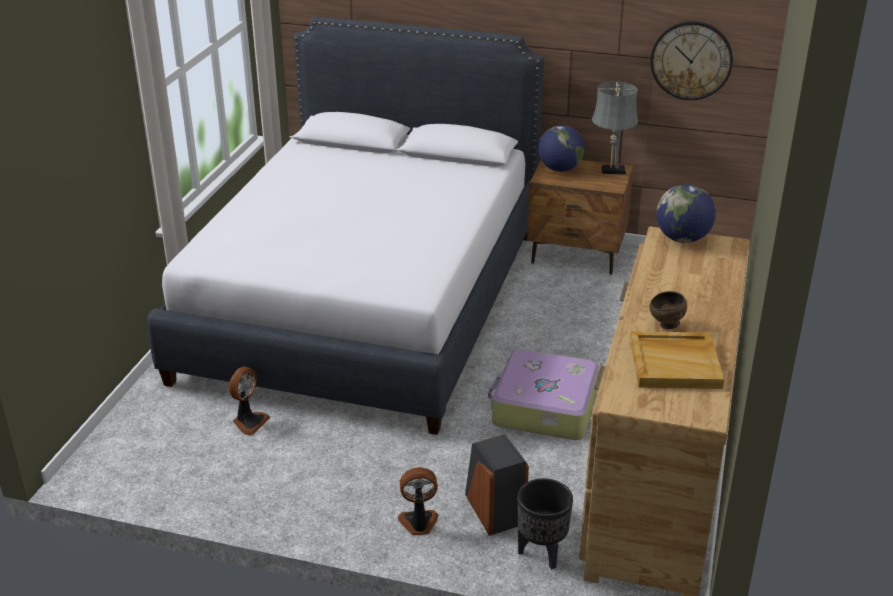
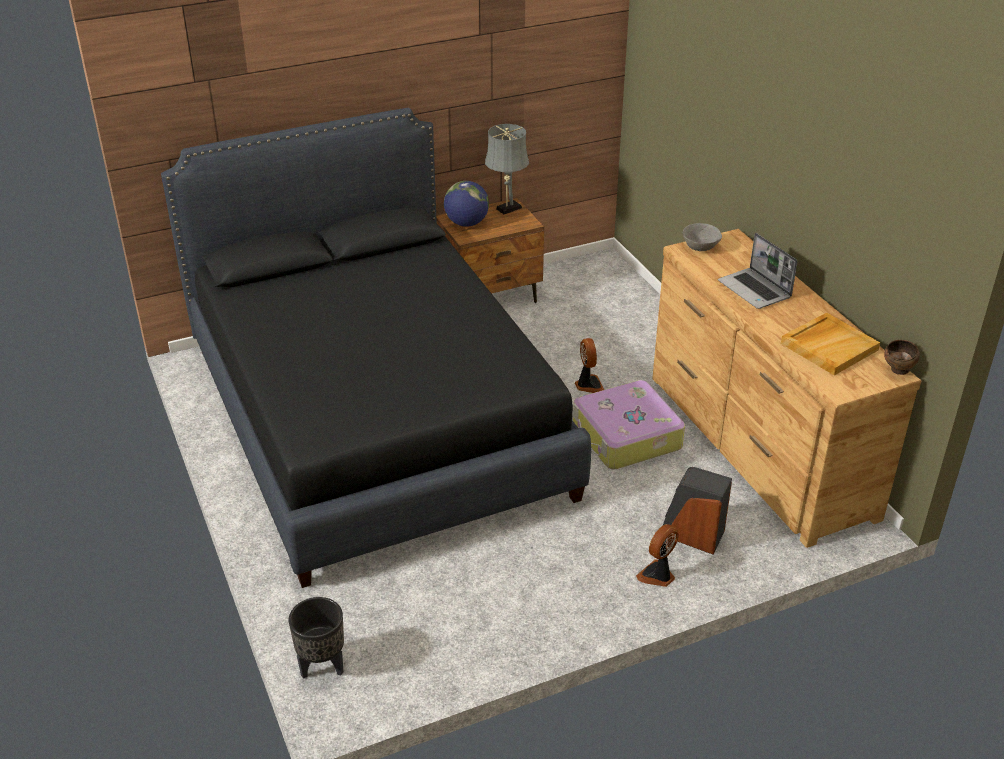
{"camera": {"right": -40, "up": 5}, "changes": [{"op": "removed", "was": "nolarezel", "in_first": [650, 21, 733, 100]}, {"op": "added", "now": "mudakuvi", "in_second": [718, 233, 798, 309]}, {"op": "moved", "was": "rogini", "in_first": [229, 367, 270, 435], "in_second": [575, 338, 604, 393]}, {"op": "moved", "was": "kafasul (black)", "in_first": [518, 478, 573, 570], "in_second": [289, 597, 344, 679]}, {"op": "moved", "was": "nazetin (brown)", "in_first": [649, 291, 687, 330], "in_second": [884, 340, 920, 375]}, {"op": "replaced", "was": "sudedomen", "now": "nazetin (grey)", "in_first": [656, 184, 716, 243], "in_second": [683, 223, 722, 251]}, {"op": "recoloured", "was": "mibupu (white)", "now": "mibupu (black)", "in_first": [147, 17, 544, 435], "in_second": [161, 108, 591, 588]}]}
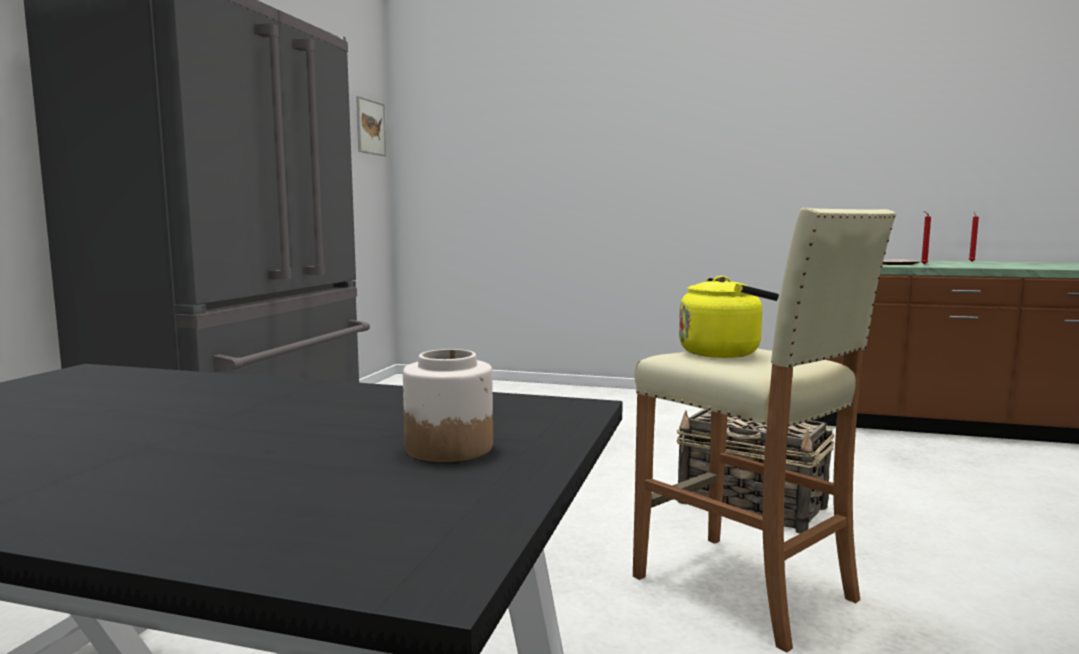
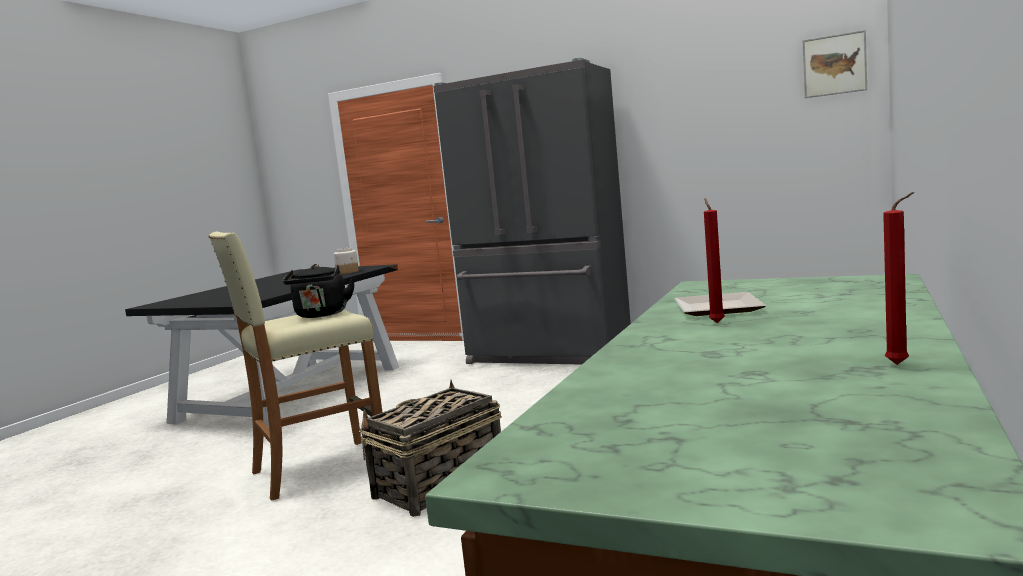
{"camera": {"right": 100, "up": 0}, "changes": [{"op": "moved", "was": "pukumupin", "in_first": [403, 349, 493, 462], "in_second": [334, 248, 359, 274]}, {"op": "recoloured", "was": "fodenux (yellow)", "now": "fodenux (black)", "in_first": [679, 276, 779, 358], "in_second": [283, 264, 355, 318]}]}
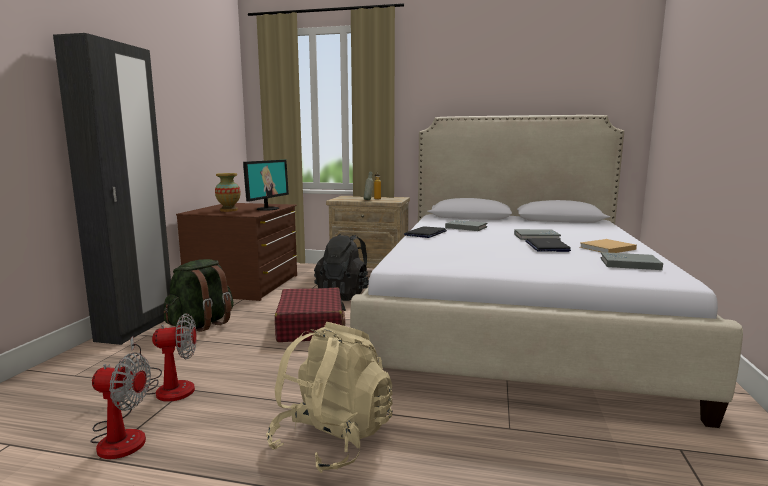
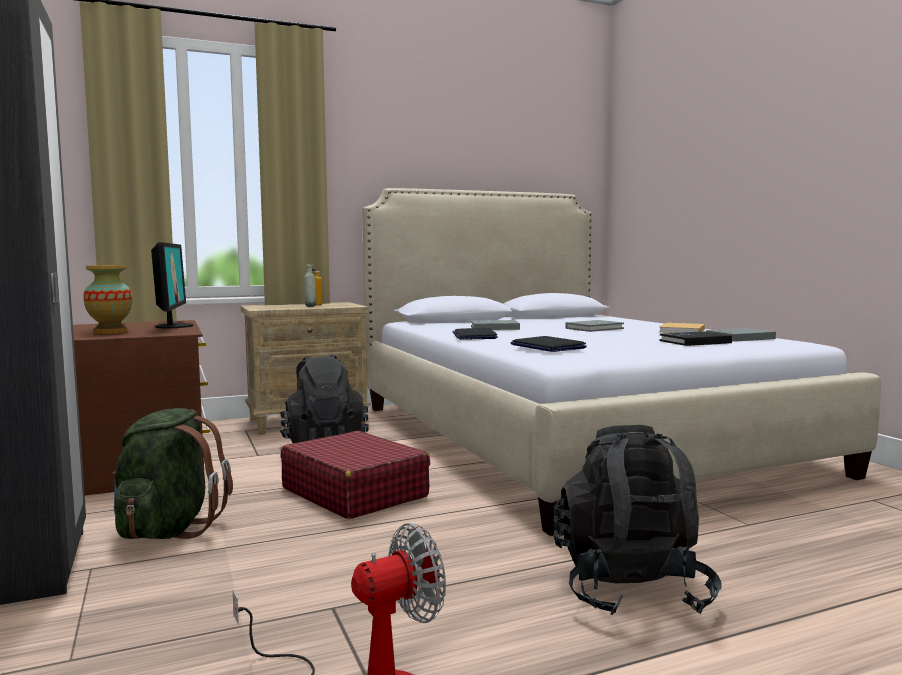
{"camera": {"right": -35, "up": -5}, "changes": [{"op": "removed", "was": "rogini", "in_first": [130, 313, 197, 402]}, {"op": "added", "now": "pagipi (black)", "in_second": [660, 331, 732, 346]}, {"op": "moved", "was": "mudakuvi", "in_first": [525, 238, 571, 252], "in_second": [511, 336, 587, 352]}, {"op": "recoloured", "was": "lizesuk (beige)", "now": "lizesuk (black)", "in_first": [266, 322, 393, 473], "in_second": [553, 425, 721, 615]}]}
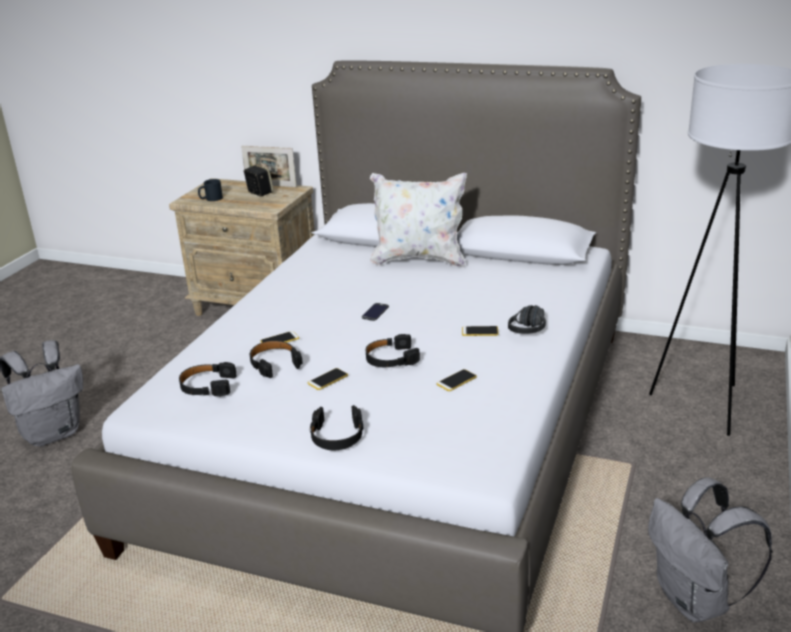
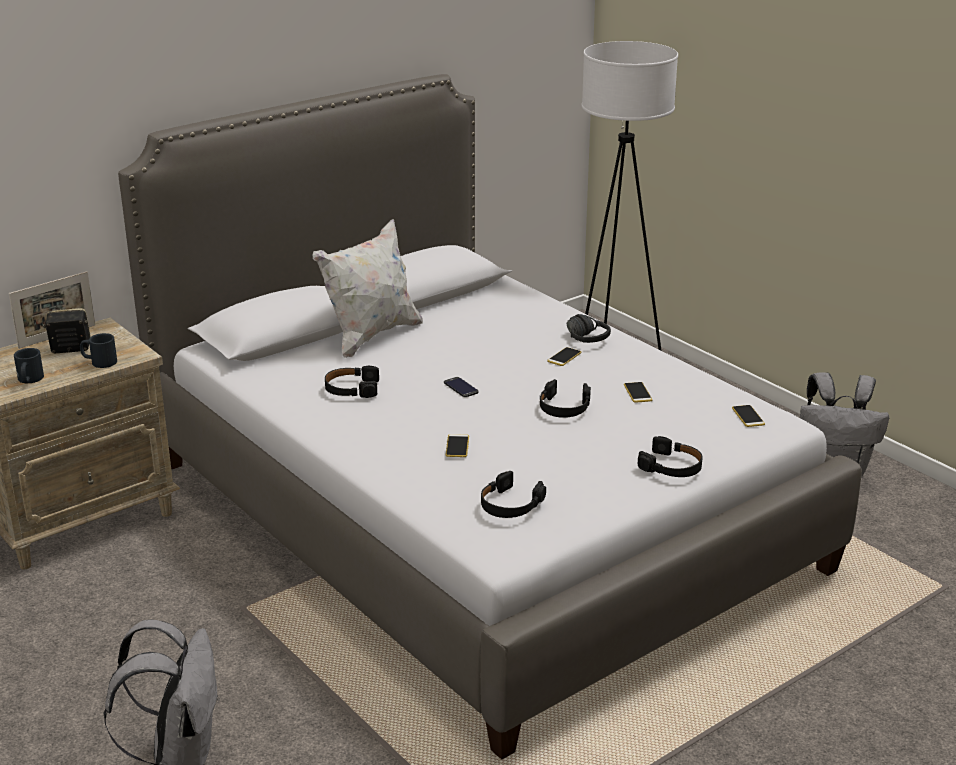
{"camera": {"right": -60, "up": 0}, "changes": [{"op": "added", "now": "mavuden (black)", "in_second": [80, 333, 117, 368]}, {"op": "moved", "was": "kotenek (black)", "in_first": [250, 341, 303, 378], "in_second": [325, 365, 379, 398]}, {"op": "moved", "was": "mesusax", "in_first": [307, 368, 348, 390], "in_second": [732, 405, 765, 427]}]}
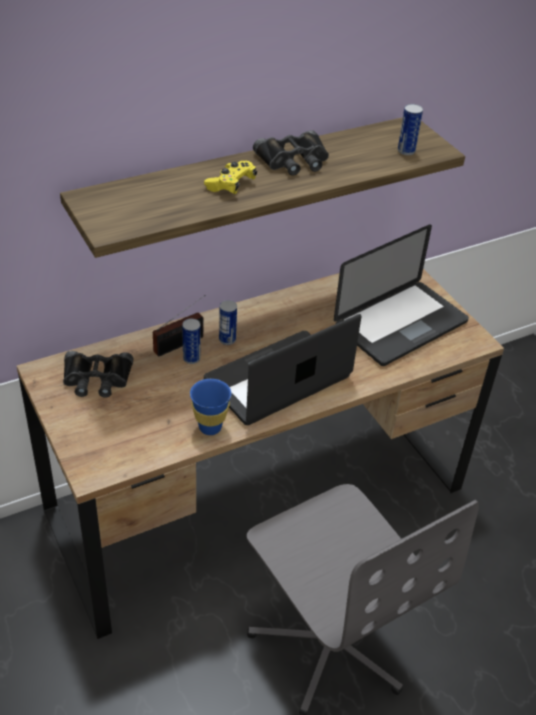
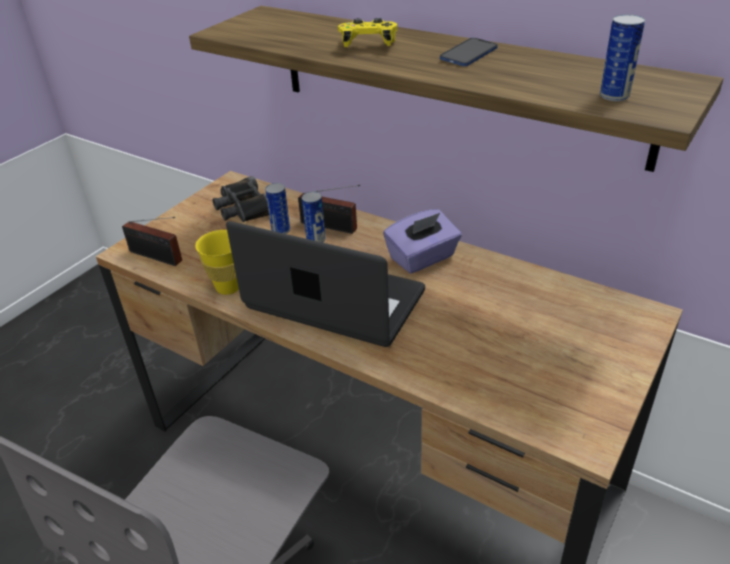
{"camera": {"right": 65, "up": -5}, "changes": [{"op": "removed", "was": "mudakuvi", "in_first": [334, 224, 469, 366]}, {"op": "added", "now": "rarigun", "in_second": [122, 217, 182, 266]}, {"op": "added", "now": "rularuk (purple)", "in_second": [383, 209, 462, 274]}, {"op": "moved", "was": "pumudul", "in_first": [219, 300, 237, 345], "in_second": [265, 183, 290, 234]}, {"op": "replaced", "was": "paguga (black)", "now": "mesusax", "in_first": [253, 130, 329, 176], "in_second": [440, 38, 498, 66]}, {"op": "recoloured", "was": "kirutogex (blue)", "now": "kirutogex (yellow)", "in_first": [190, 379, 231, 435], "in_second": [195, 230, 239, 295]}]}
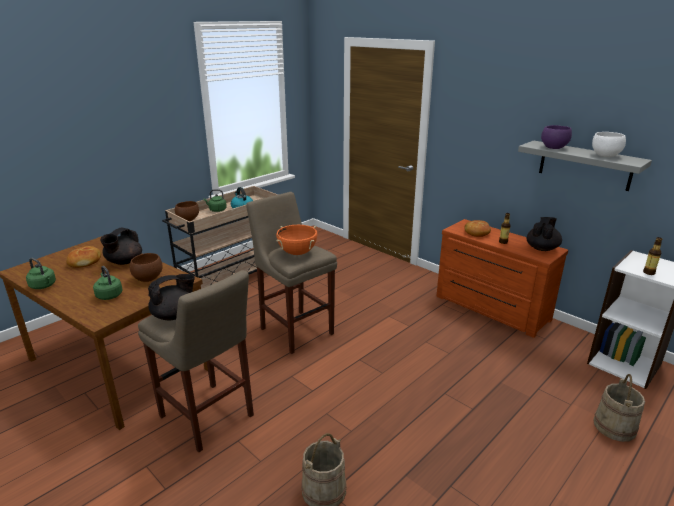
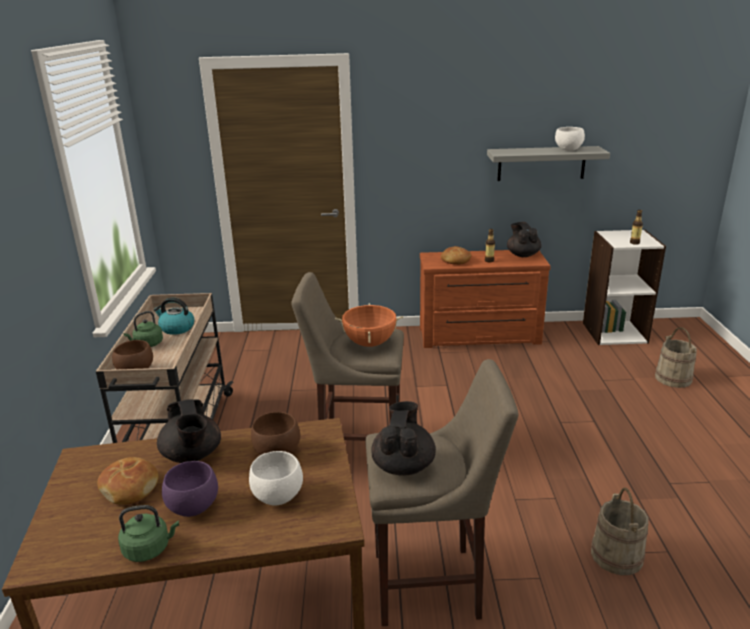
{"camera": {"right": -45, "up": 0}, "changes": [{"op": "moved", "was": "nazetin (purple)", "in_first": [541, 125, 572, 149], "in_second": [162, 461, 218, 517]}, {"op": "replaced", "was": "fodenux (green)", "now": "nazetin (white)", "in_first": [93, 266, 123, 300], "in_second": [249, 451, 303, 505]}]}
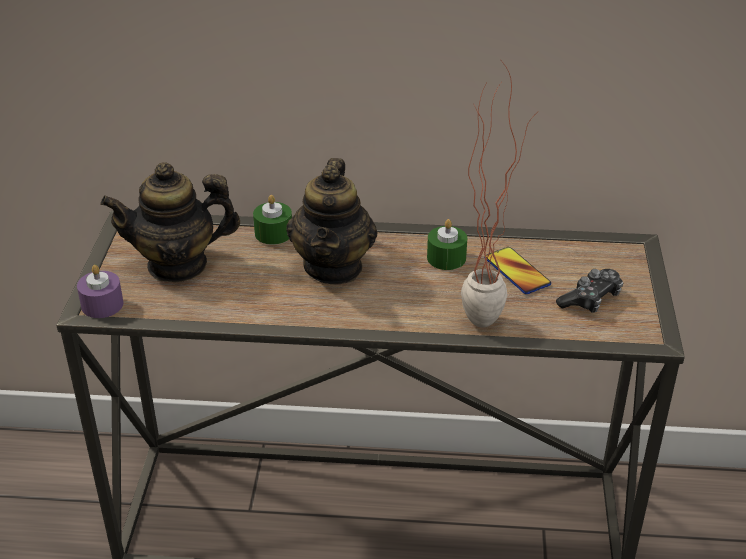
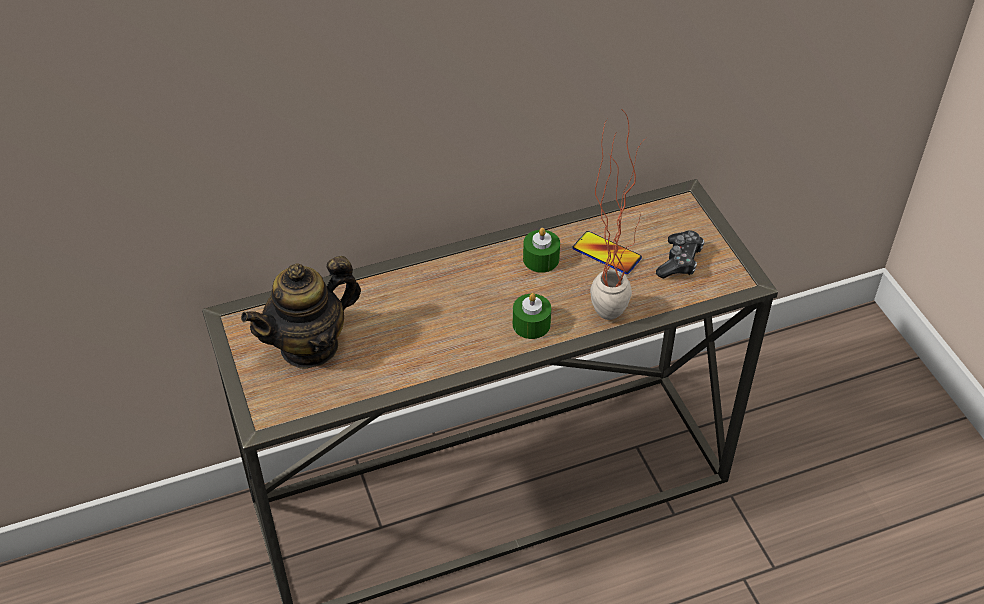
{"camera": {"right": -25, "up": 10}, "changes": [{"op": "removed", "was": "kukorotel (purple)", "in_first": [77, 265, 123, 318]}, {"op": "removed", "was": "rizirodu", "in_first": [286, 158, 377, 284]}, {"op": "moved", "was": "kukorotel (green)", "in_first": [253, 195, 292, 245], "in_second": [513, 293, 551, 339]}]}
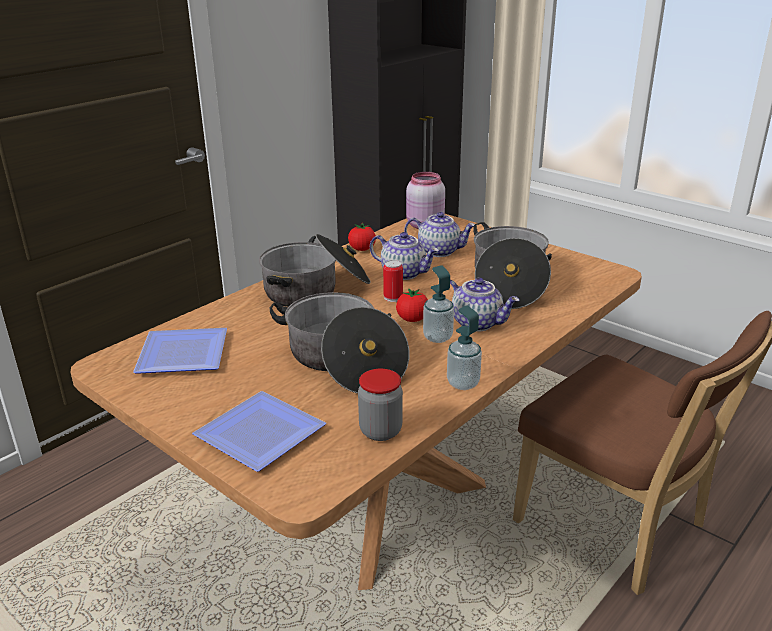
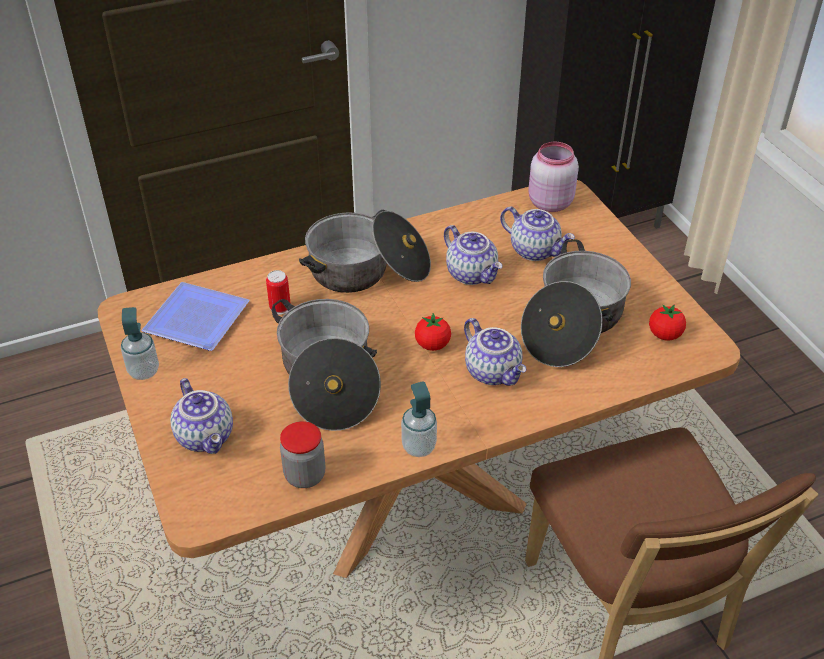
{"camera": {"right": 25, "up": 15}, "changes": [{"op": "moved", "was": "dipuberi", "in_first": [348, 223, 376, 251], "in_second": [649, 304, 686, 341]}, {"op": "moved", "was": "pumudul", "in_first": [383, 260, 403, 302], "in_second": [266, 270, 290, 315]}, {"op": "moved", "was": "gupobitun", "in_first": [423, 265, 454, 343], "in_second": [121, 307, 159, 380]}, {"op": "replaced", "was": "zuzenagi", "now": "rizirodu", "in_first": [192, 391, 326, 472], "in_second": [170, 378, 233, 454]}]}
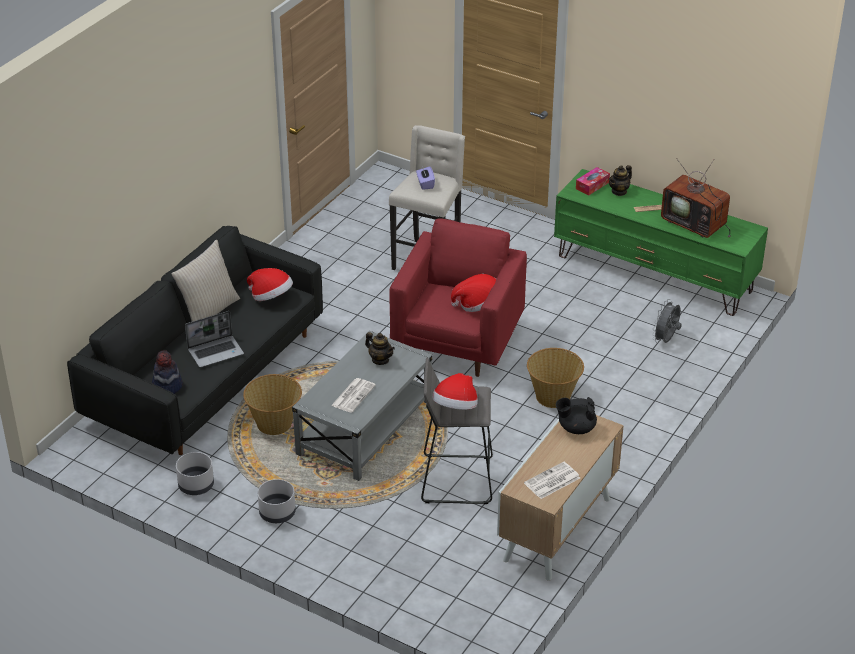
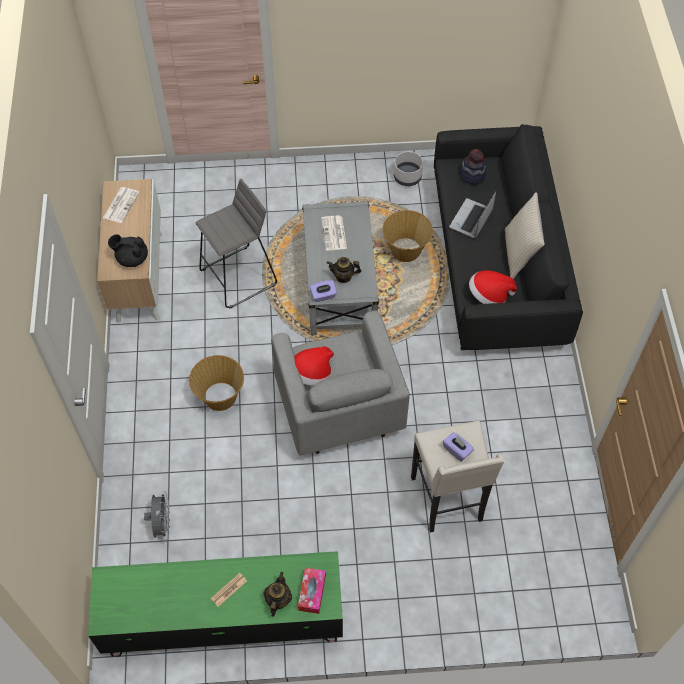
{"camera": {"right": 145, "up": 20}, "changes": [{"op": "removed", "was": "kafasul (grey)", "in_first": [258, 479, 296, 523]}, {"op": "removed", "was": "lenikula", "in_first": [432, 373, 478, 410]}, {"op": "removed", "was": "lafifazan", "in_first": [661, 158, 731, 238]}, {"op": "added", "now": "rularuk (purple)", "in_second": [310, 280, 337, 302]}, {"op": "recoloured", "was": "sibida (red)", "now": "sibida (grey)", "in_first": [389, 218, 527, 377], "in_second": [271, 311, 410, 455]}, {"op": "turned", "was": "rizirodu (black)", "in_first": [556, 397, 597, 434], "in_second": [108, 234, 148, 267], "clockwise": -135}]}
